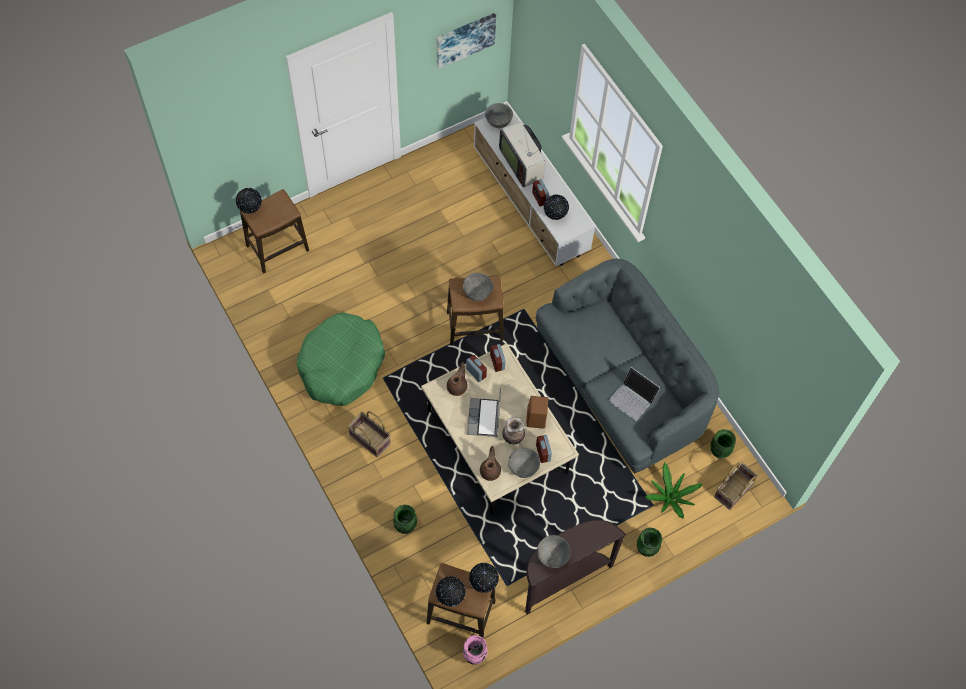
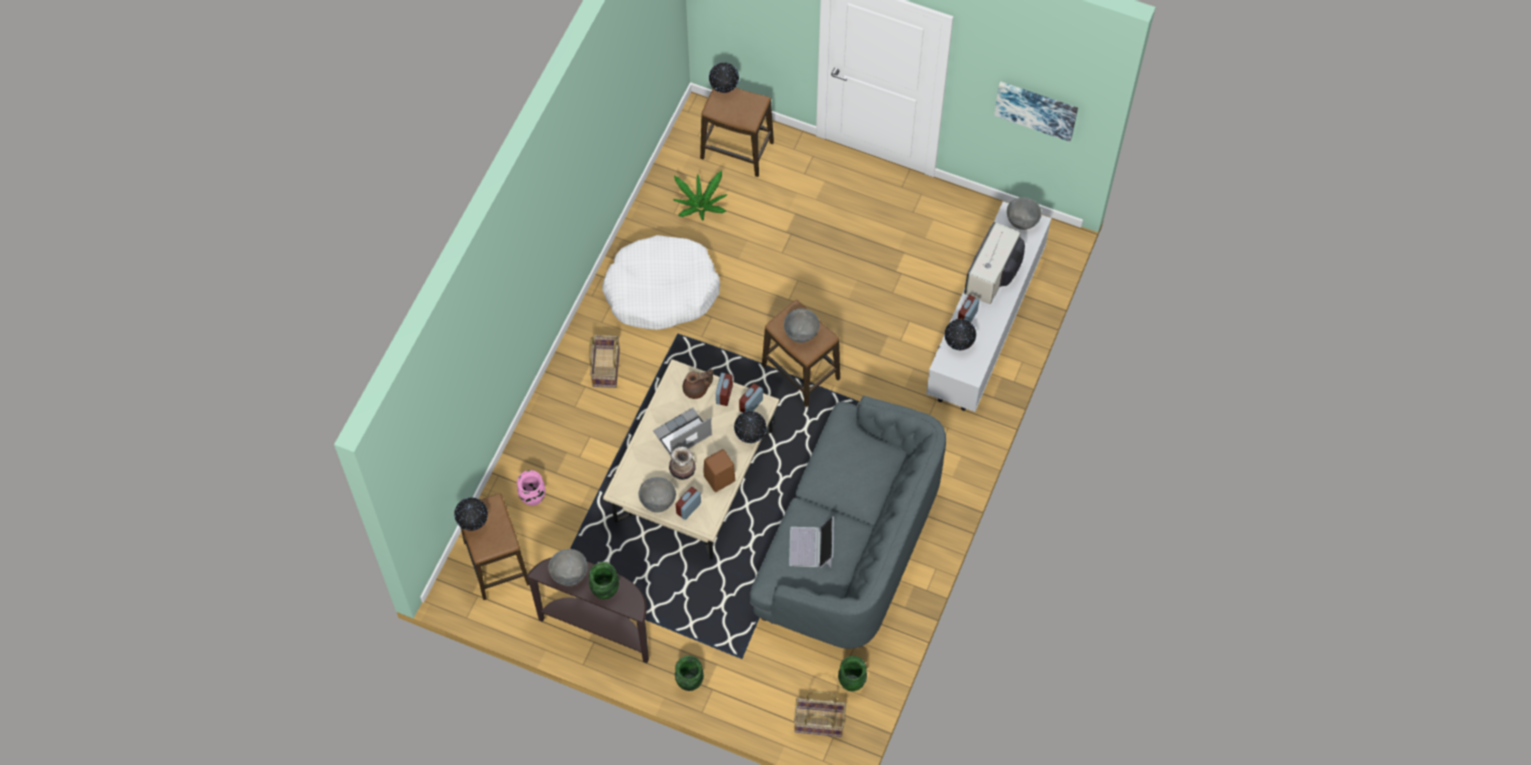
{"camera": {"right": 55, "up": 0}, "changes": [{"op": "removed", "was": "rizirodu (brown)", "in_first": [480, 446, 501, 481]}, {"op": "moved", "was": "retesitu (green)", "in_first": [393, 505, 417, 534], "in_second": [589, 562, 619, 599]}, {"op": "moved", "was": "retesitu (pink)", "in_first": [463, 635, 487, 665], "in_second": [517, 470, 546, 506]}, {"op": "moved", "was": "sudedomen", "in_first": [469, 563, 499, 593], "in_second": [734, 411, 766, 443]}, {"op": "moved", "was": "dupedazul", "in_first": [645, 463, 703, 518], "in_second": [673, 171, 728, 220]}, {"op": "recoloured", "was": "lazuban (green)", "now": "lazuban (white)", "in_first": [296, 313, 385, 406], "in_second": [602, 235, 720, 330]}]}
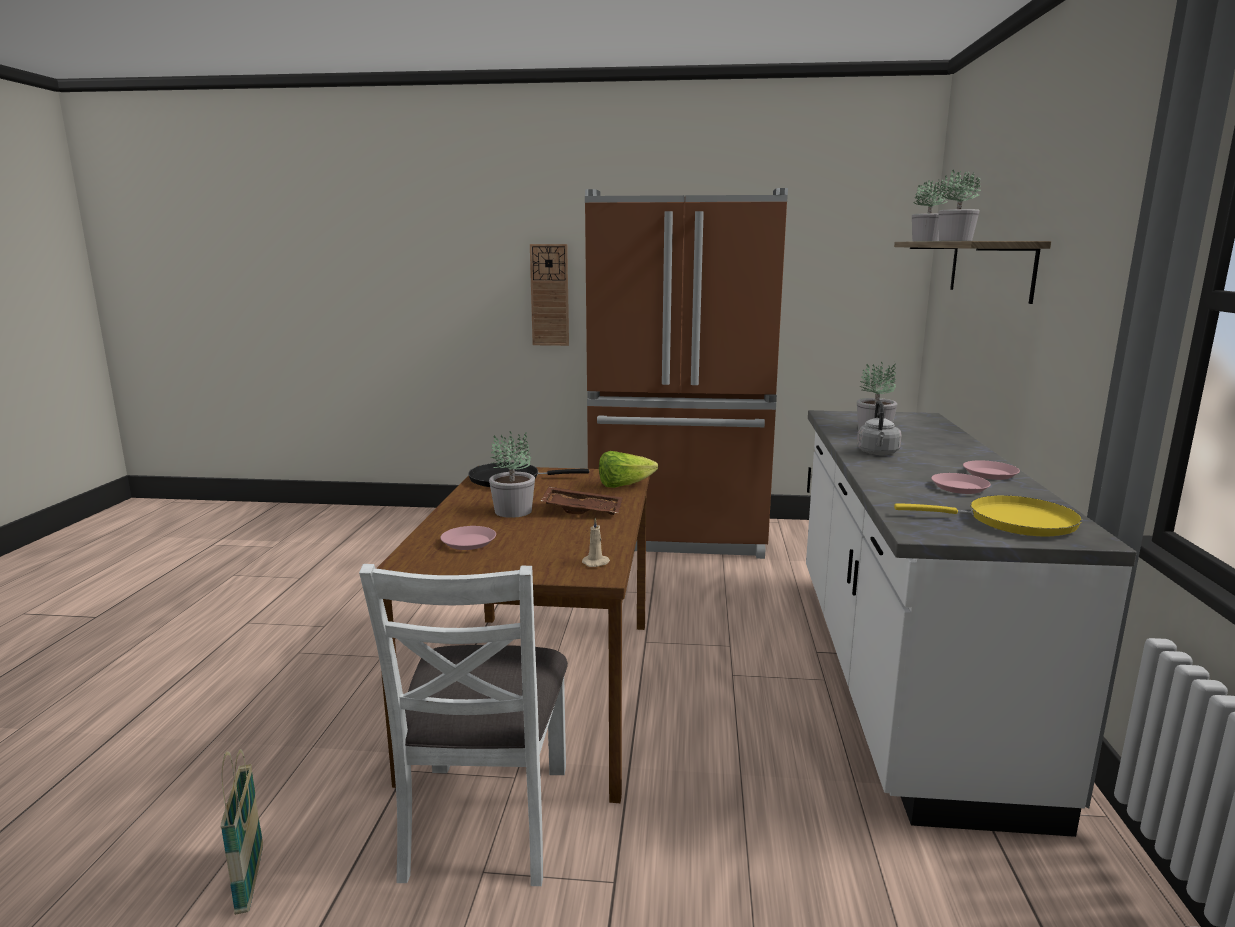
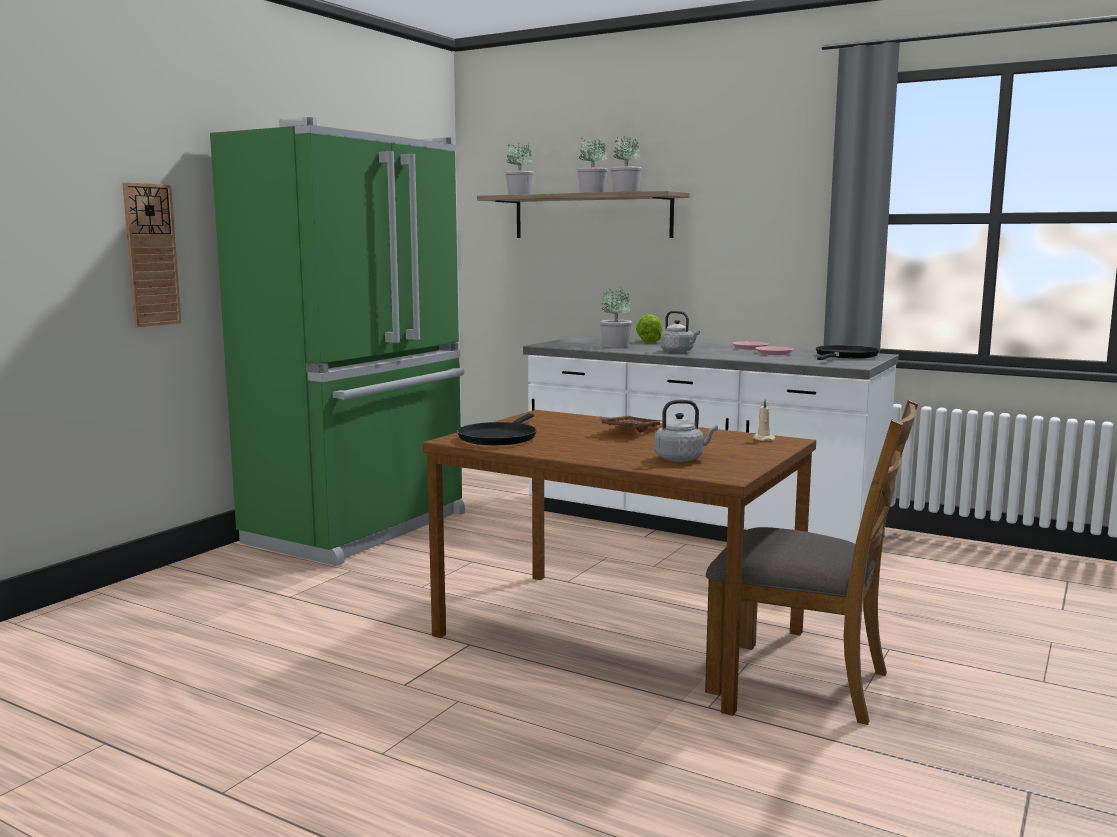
{"camera": {"right": -65, "up": -5}, "changes": [{"op": "removed", "was": "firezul", "in_first": [221, 749, 263, 915]}, {"op": "moved", "was": "dupedazul", "in_first": [489, 431, 535, 518], "in_second": [611, 136, 642, 192]}, {"op": "moved", "was": "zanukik", "in_first": [599, 451, 658, 488], "in_second": [636, 314, 663, 342]}, {"op": "replaced", "was": "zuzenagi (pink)", "now": "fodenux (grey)", "in_first": [440, 526, 496, 550], "in_second": [654, 400, 718, 462]}, {"op": "recoloured", "was": "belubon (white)", "now": "belubon (brown)", "in_first": [359, 564, 568, 886], "in_second": [705, 399, 918, 725]}, {"op": "recoloured", "was": "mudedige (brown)", "now": "mudedige (green)", "in_first": [585, 188, 788, 559], "in_second": [210, 117, 465, 566]}, {"op": "recoloured", "was": "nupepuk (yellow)", "now": "nupepuk (black)", "in_first": [894, 495, 1082, 537], "in_second": [816, 345, 879, 360]}]}
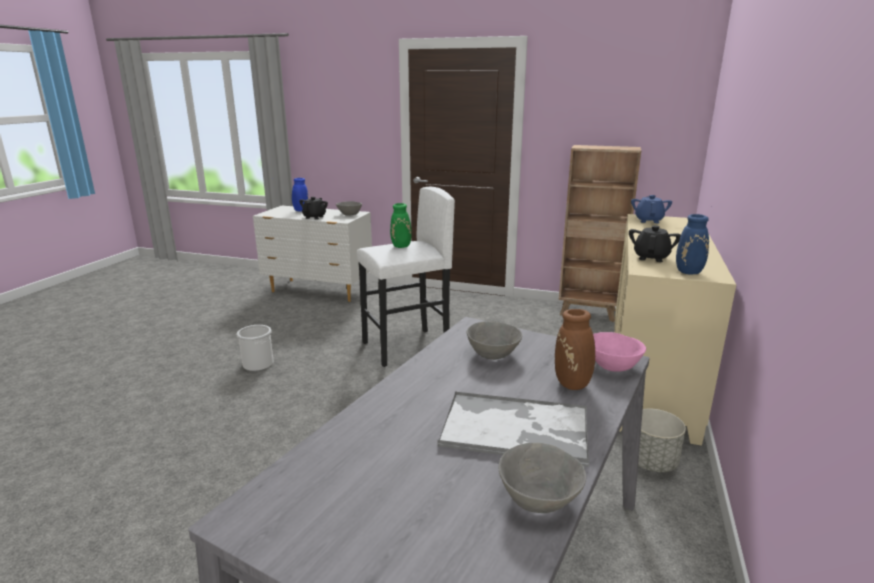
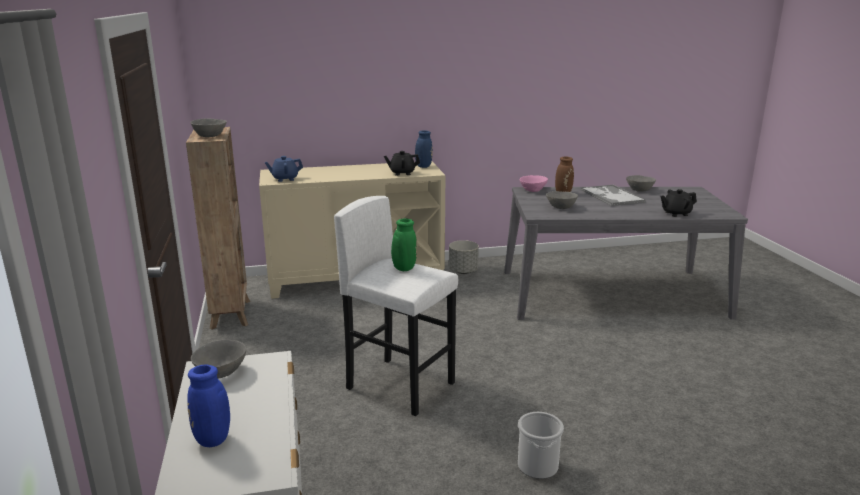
{"camera": {"right": -120, "up": 0}, "changes": [{"op": "added", "now": "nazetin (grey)", "in_second": [190, 119, 227, 137]}, {"op": "moved", "was": "rizirodu (black)", "in_first": [299, 197, 328, 220], "in_second": [661, 189, 697, 217]}]}
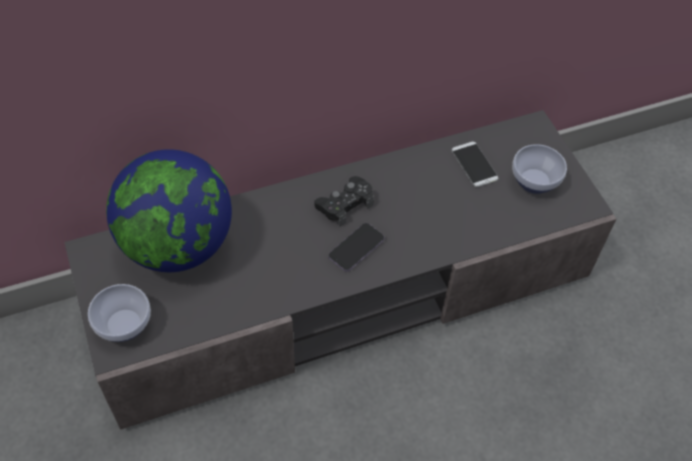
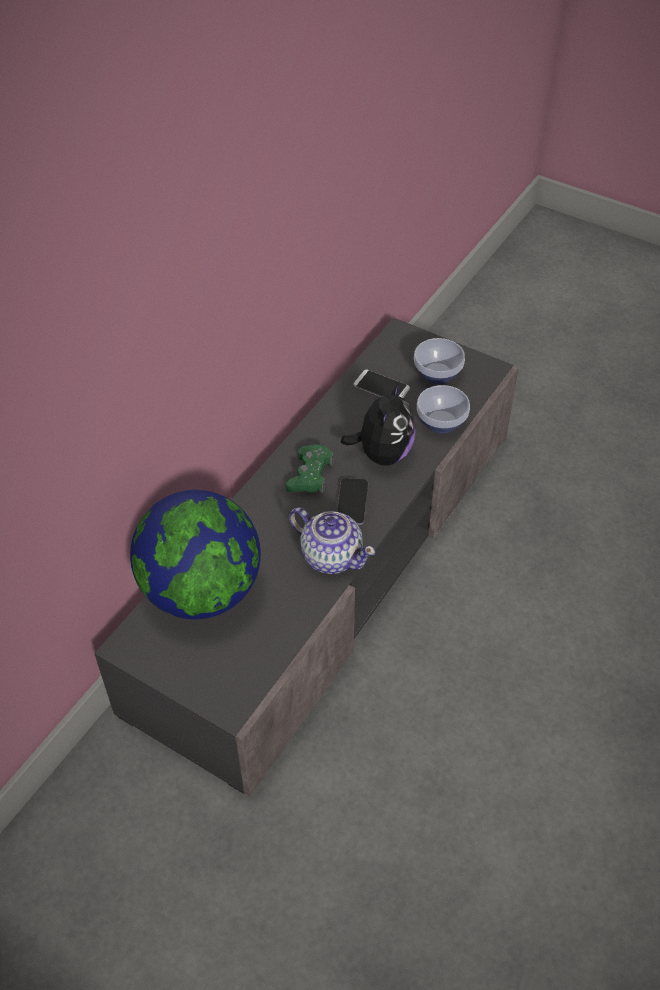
{"camera": {"right": -35, "up": -5}, "changes": [{"op": "added", "now": "rizirodu", "in_second": [289, 507, 375, 574]}, {"op": "added", "now": "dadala", "in_second": [341, 382, 416, 466]}, {"op": "moved", "was": "nazetin", "in_first": [88, 284, 151, 342], "in_second": [417, 385, 470, 433]}, {"op": "recoloured", "was": "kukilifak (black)", "now": "kukilifak (green)", "in_first": [315, 176, 373, 227], "in_second": [286, 444, 334, 495]}]}
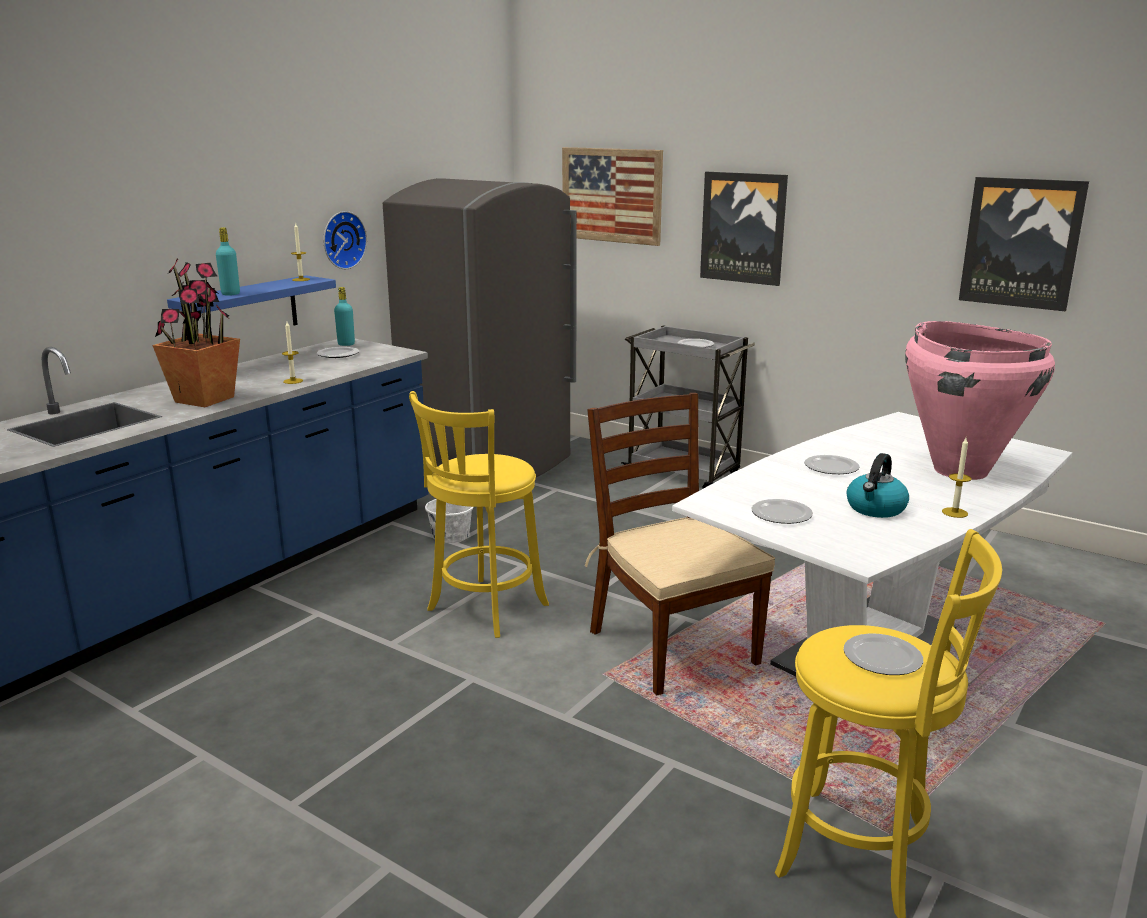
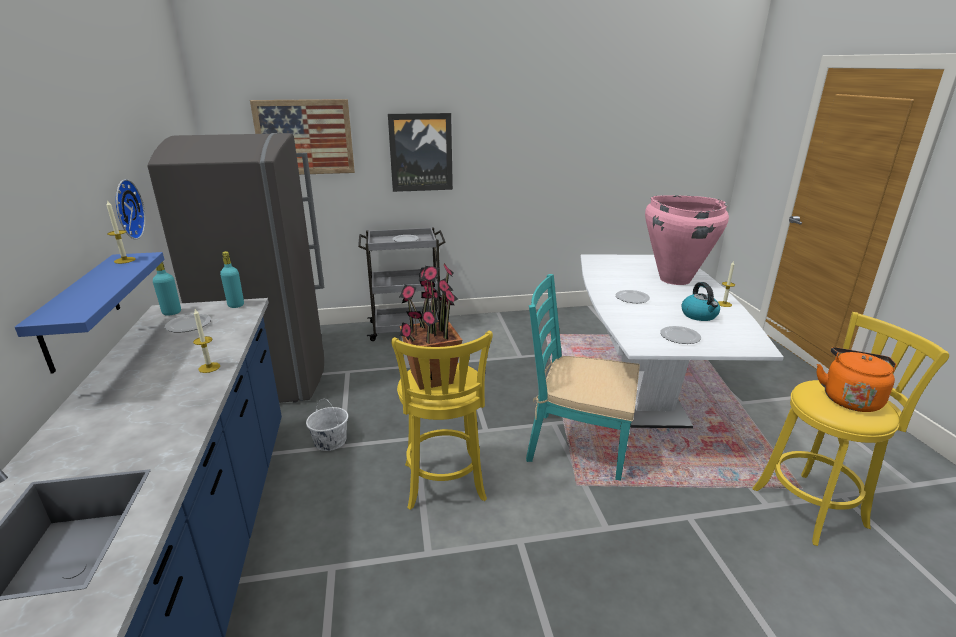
{"camera": {"right": -45, "up": 5}, "changes": [{"op": "removed", "was": "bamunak", "in_first": [959, 177, 1089, 312]}, {"op": "moved", "was": "dupedazul", "in_first": [152, 258, 240, 407], "in_second": [399, 263, 462, 390]}, {"op": "moved", "was": "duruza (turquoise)", "in_first": [216, 227, 240, 296], "in_second": [220, 251, 244, 308]}, {"op": "replaced", "was": "zuzenagi", "now": "fodenux (orange)", "in_first": [844, 633, 923, 675], "in_second": [817, 347, 896, 412]}, {"op": "recoloured", "was": "belubon (brown)", "now": "belubon (turquoise)", "in_first": [585, 393, 775, 695], "in_second": [526, 274, 640, 481]}]}
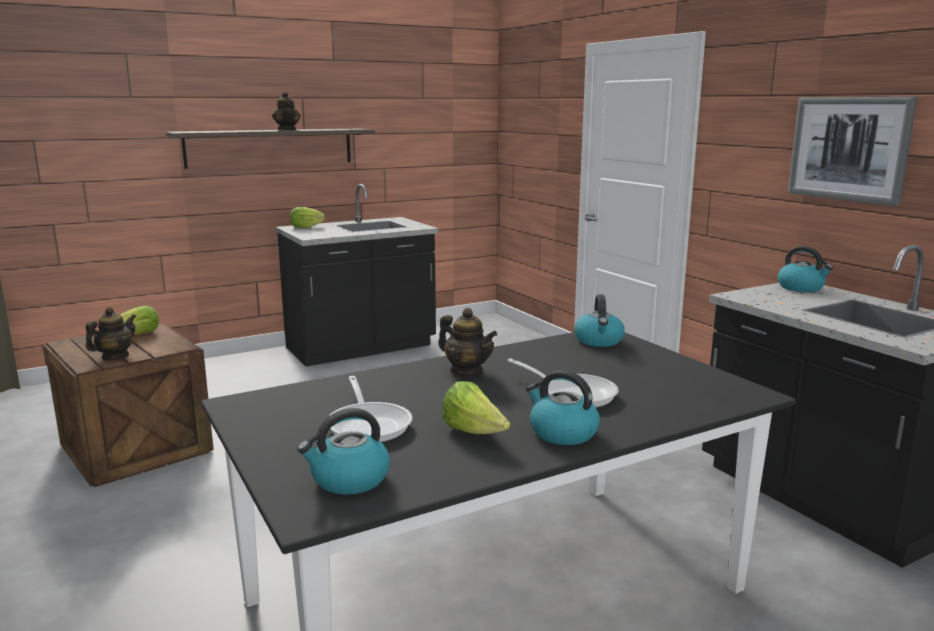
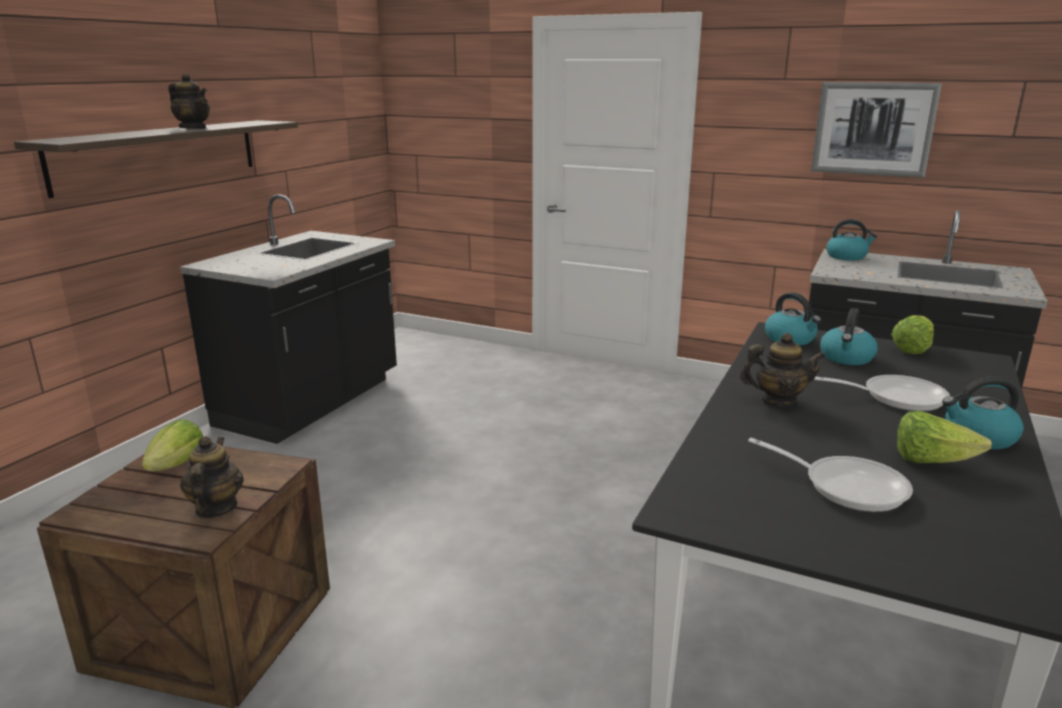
{"camera": {"right": -35, "up": 5}, "changes": [{"op": "moved", "was": "zanukik", "in_first": [290, 207, 325, 228], "in_second": [891, 316, 934, 354]}, {"op": "moved", "was": "fodenux", "in_first": [297, 408, 390, 495], "in_second": [820, 308, 878, 365]}]}
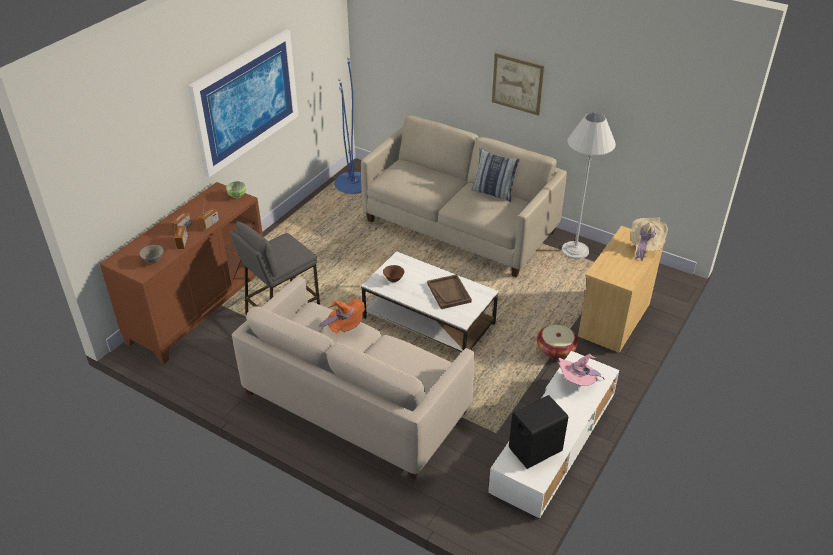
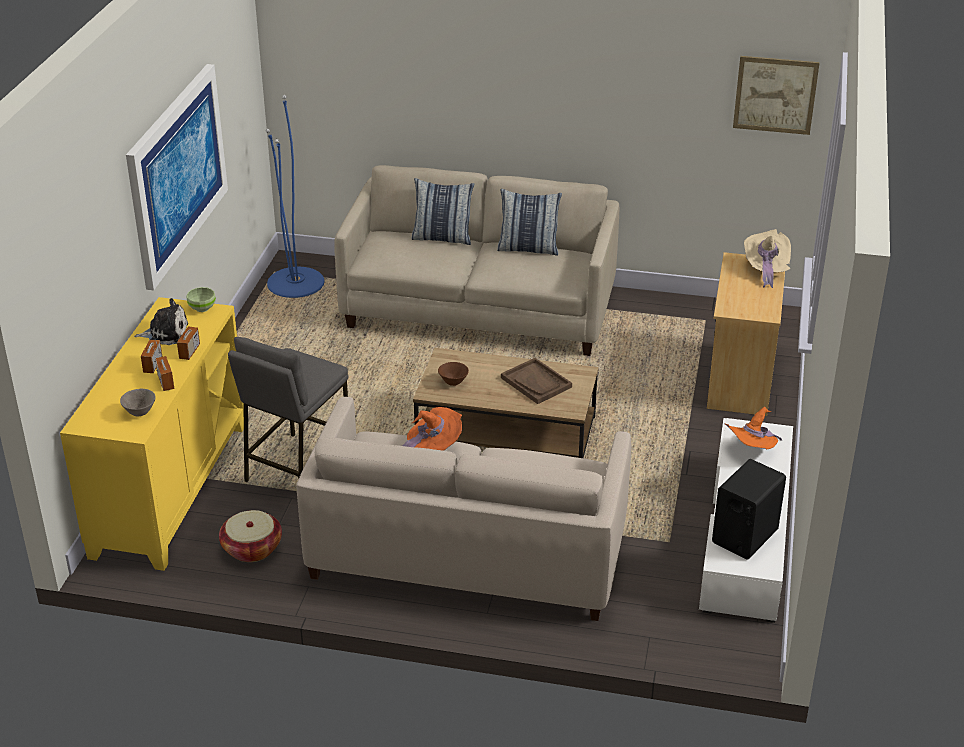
{"camera": {"right": -20, "up": -5}, "changes": [{"op": "removed", "was": "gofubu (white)", "in_first": [562, 112, 616, 259]}, {"op": "added", "now": "dadala", "in_second": [134, 298, 188, 345]}, {"op": "added", "now": "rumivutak", "in_second": [411, 178, 474, 245]}, {"op": "moved", "was": "bamunak", "in_first": [492, 53, 545, 116], "in_second": [733, 56, 820, 135]}, {"op": "moved", "was": "firezul", "in_first": [537, 325, 579, 359], "in_second": [219, 510, 282, 562]}, {"op": "recoloured", "was": "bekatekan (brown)", "now": "bekatekan (yellow)", "in_first": [100, 182, 263, 364], "in_second": [60, 297, 244, 571]}, {"op": "recoloured", "was": "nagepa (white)", "now": "nagepa (brown)", "in_first": [361, 251, 499, 352], "in_second": [413, 348, 599, 458]}, {"op": "recoloured", "was": "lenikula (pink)", "now": "lenikula (orange)", "in_first": [558, 354, 605, 386], "in_second": [724, 407, 782, 449]}]}
